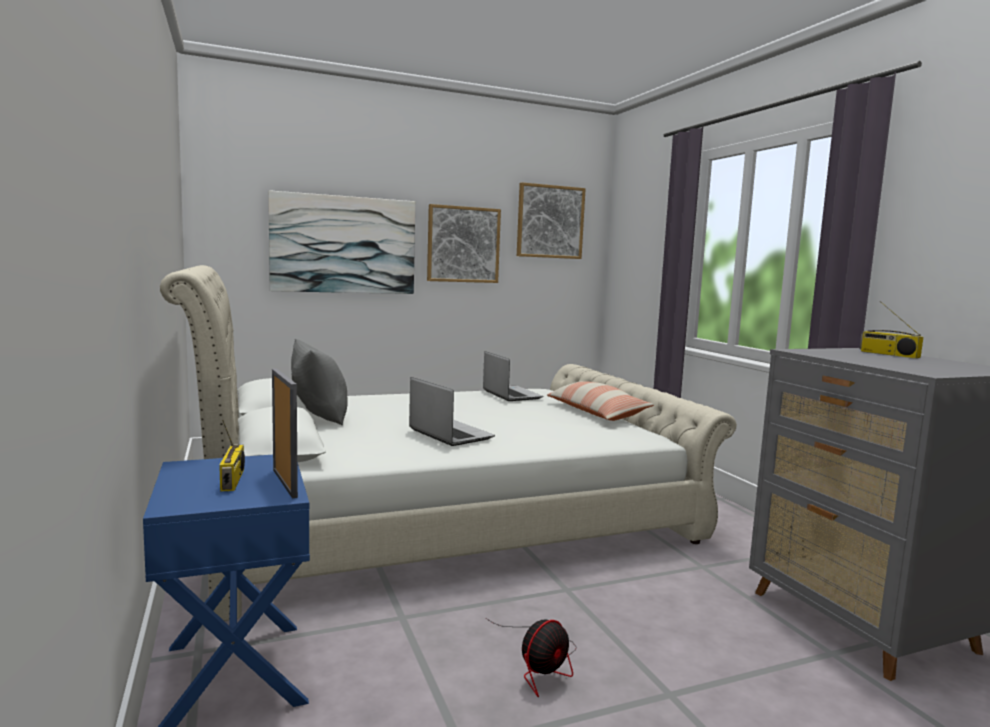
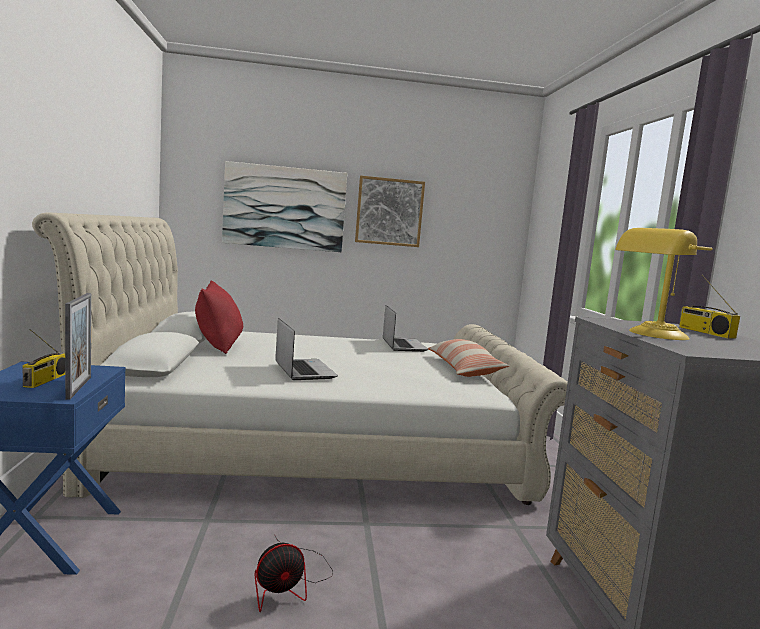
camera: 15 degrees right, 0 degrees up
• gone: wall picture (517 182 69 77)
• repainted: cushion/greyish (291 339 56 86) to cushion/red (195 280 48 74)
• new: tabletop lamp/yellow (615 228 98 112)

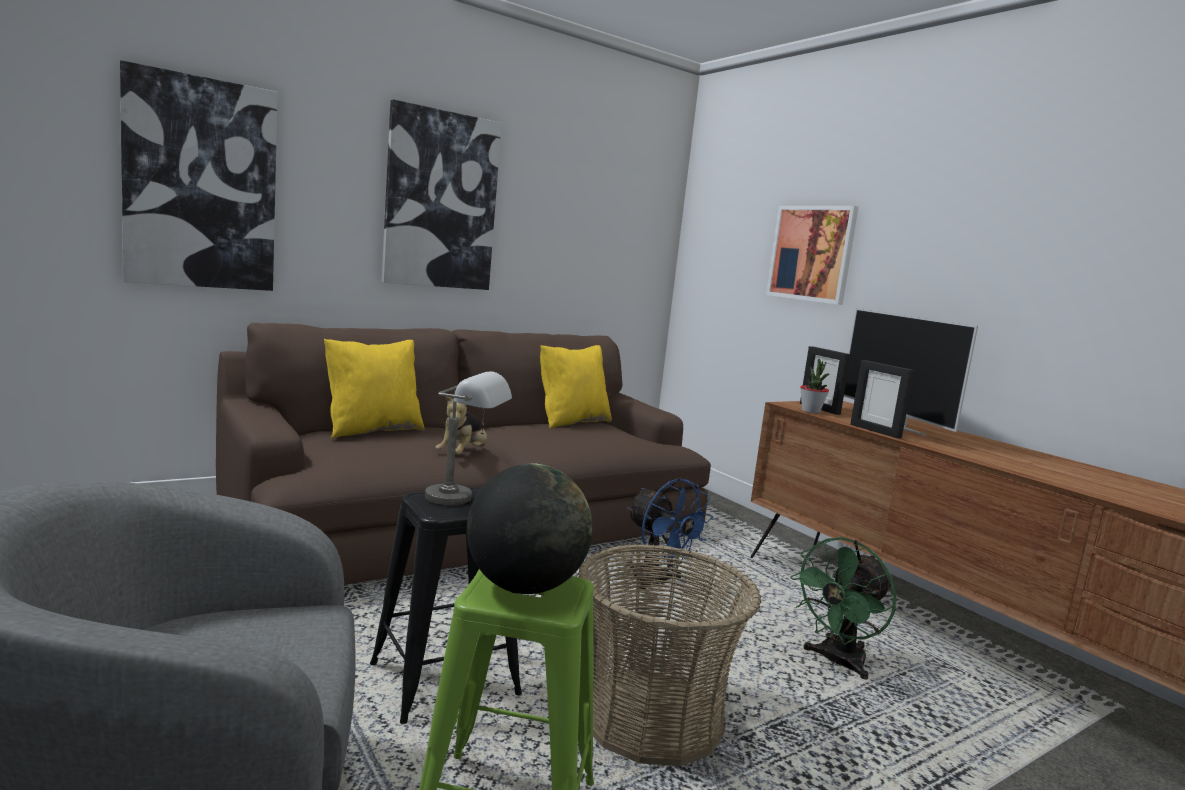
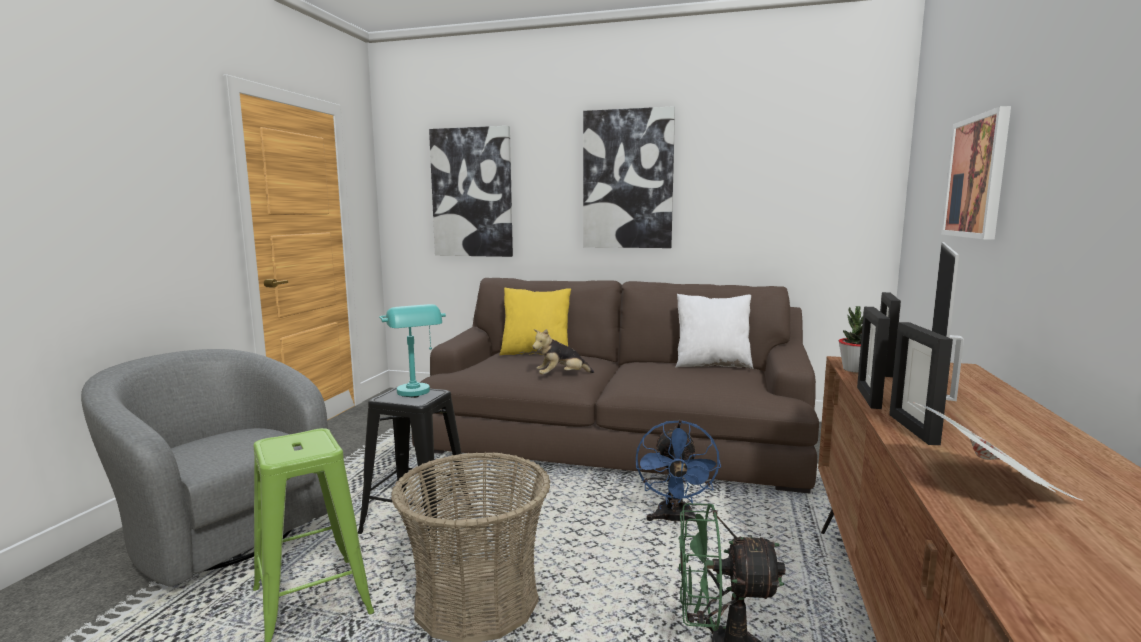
camera: 50 degrees right, 0 degrees up
• repainted: cushion/yellow (540 345 72 84) to cushion/white (675 294 79 75)
• repainted: tabletop lamp/greyish (425 372 87 133) to tabletop lamp/turquoise-coloured (379 304 67 93)
• gone: desk globe (467 463 126 131)
• new: photo frame (889 322 64 123)
• new: printed paper (912 402 172 99)

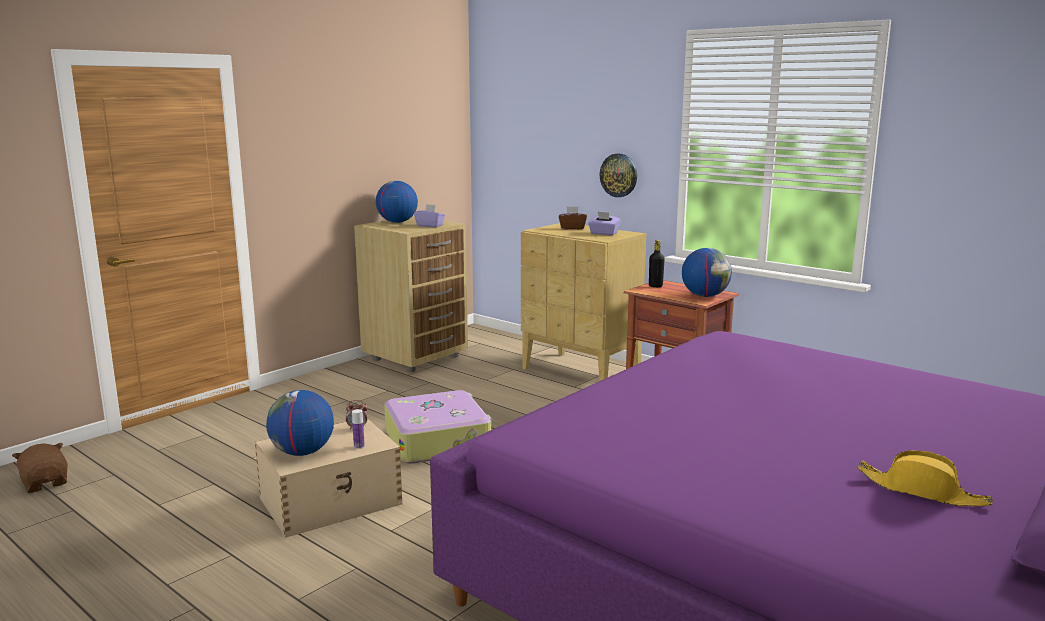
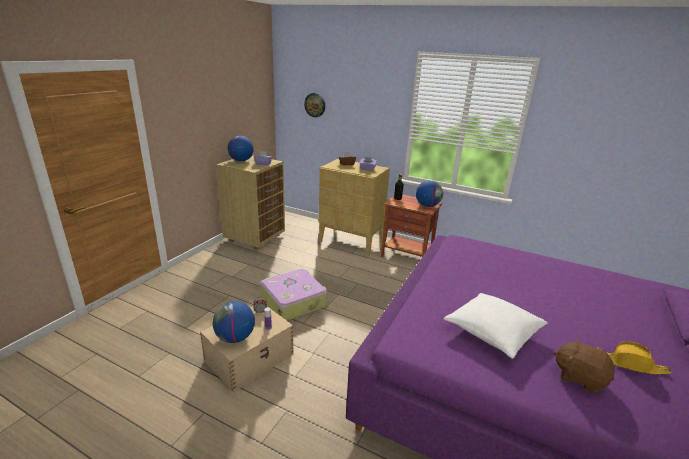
camera: 15 degrees left, 10 degrees up
• shifted: wall clock (600 154 37 43) to (304 93 21 24)
• shifted: soft toy/brown-coloured (12 443 55 50) to (554 338 61 55)
• new: cushion/white (443 293 105 66)

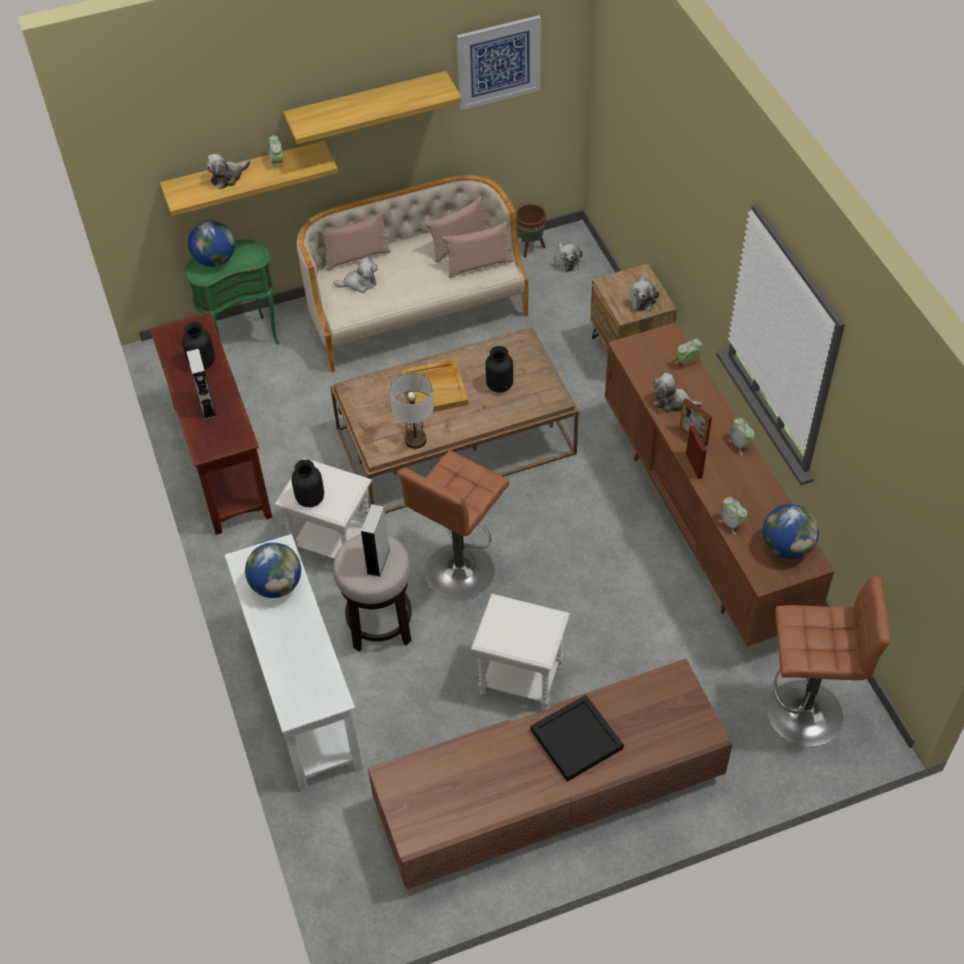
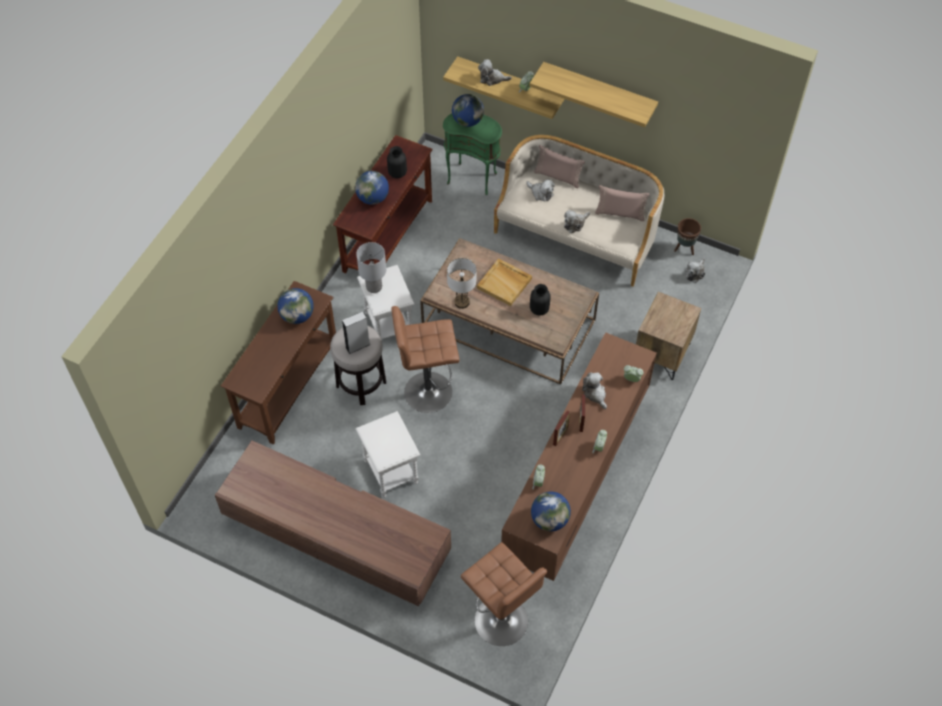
camera: 45 degrees right, 5 degrees up
• gone: wall picture (457 15 84 95)
• gone: cushion/beige (442 221 71 58)
• shifted: soft toy (628 276 31 35) to (564 210 26 23)
• swapped: audio speaker/greyish (186 349 30 70) to desk globe (355 171 34 34)
• swapped: flower vase/black-coloured (291 459 33 48) to tabletop lamp/greyish (356 242 30 51)
• repainted: narrow table/white (225 534 138 257) to narrow table/brown-coloured (221 281 115 164)
• gone: carrying tray/black-coloured (531 695 93 87)

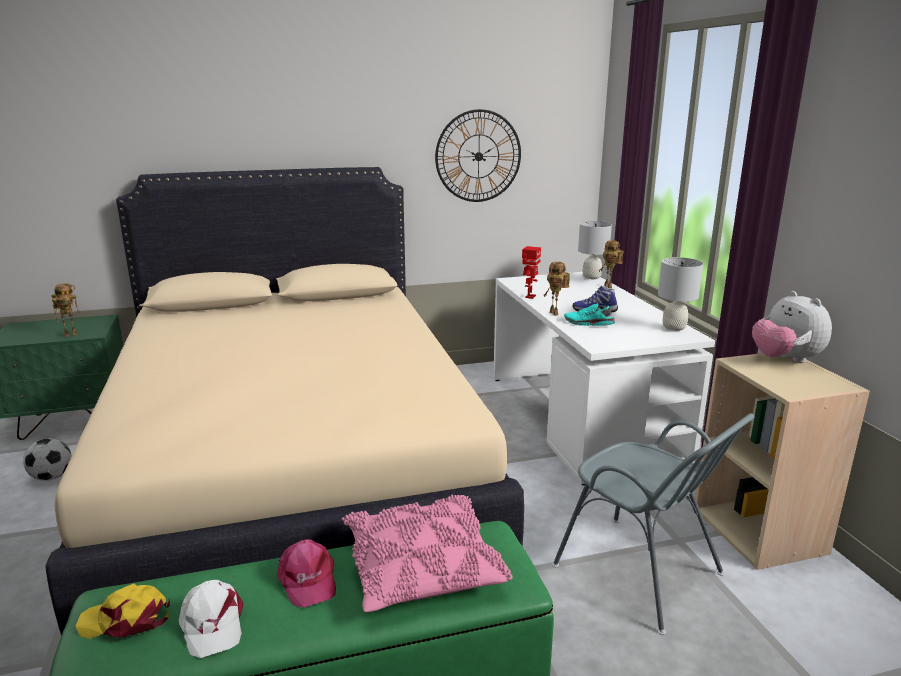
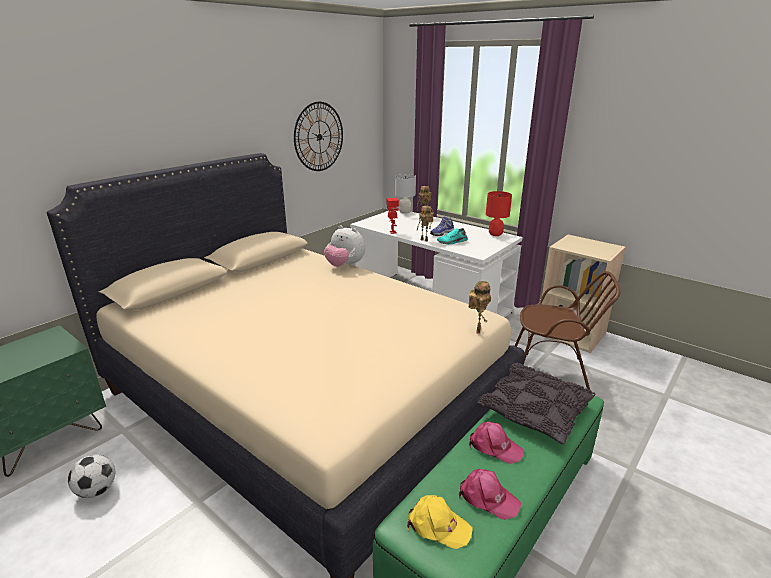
camera: 35 degrees left, 5 degrees up
• repainted: tabletop lamp/greyish (658 257 45 74) to tabletop lamp/red (486 191 26 45)
• shifted: model robot (51 283 29 54) to (468 281 23 53)
• shifted: soft toy (752 291 80 72) to (324 225 41 42)
• repainted: plain chair/greyish (552 413 202 222) to plain chair/brown-coloured (515 271 106 122)
• repainted: cushion/pinkish (342 495 171 117) to cushion/black-coloured (477 363 118 81)
• repainted: cap/white (179 580 64 78) to cap/pinkish (459 469 62 51)
• rotated: cap/yellow (75 583 95 56) = (407 495 66 54) 120 degrees counterclockwise

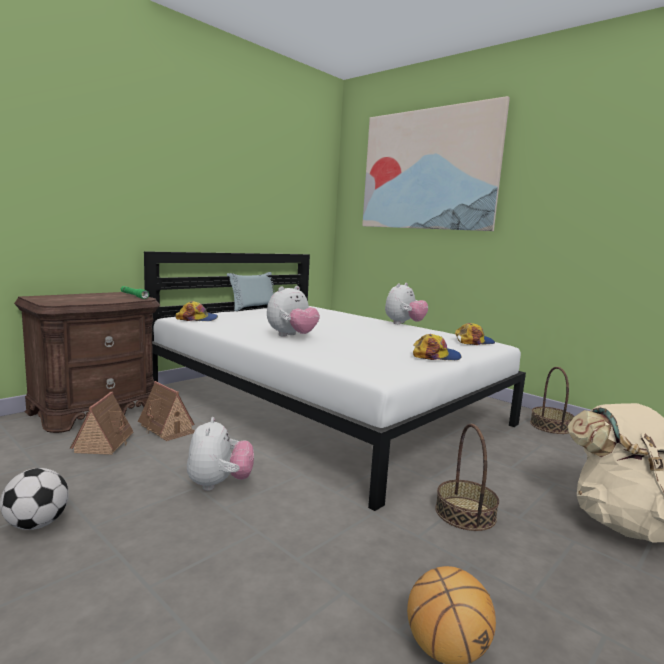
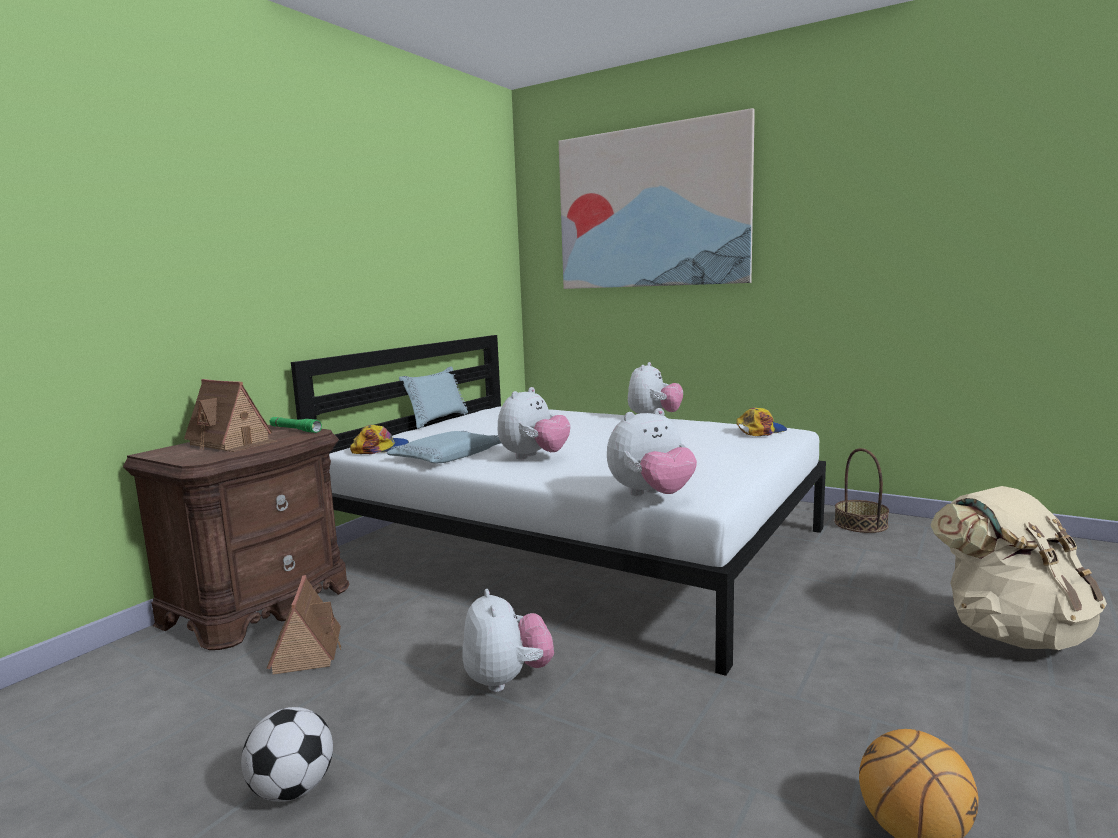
camera: 10 degrees left, 0 degrees up
• gone: cap (413 334 48 26)
• shifted: model house (138 381 57 60) to (184 379 94 73)
• gone: basket (435 424 64 107)
• new: soft toy (607 408 90 88)
• new: cushion/blue-coloured (387 431 114 32)

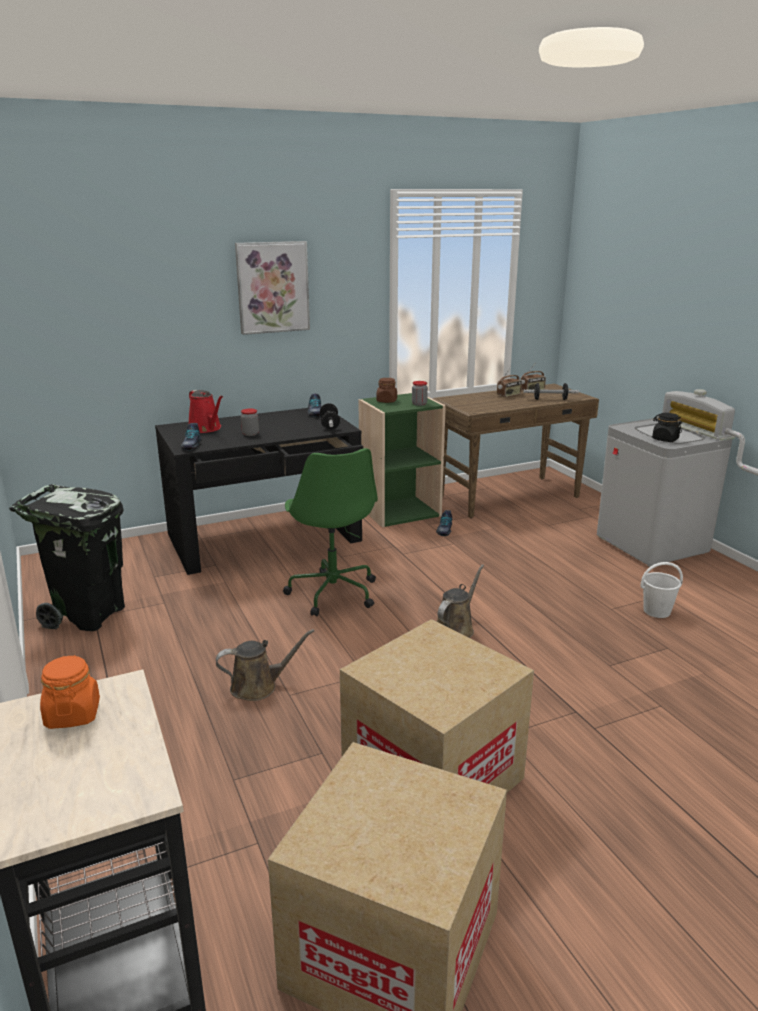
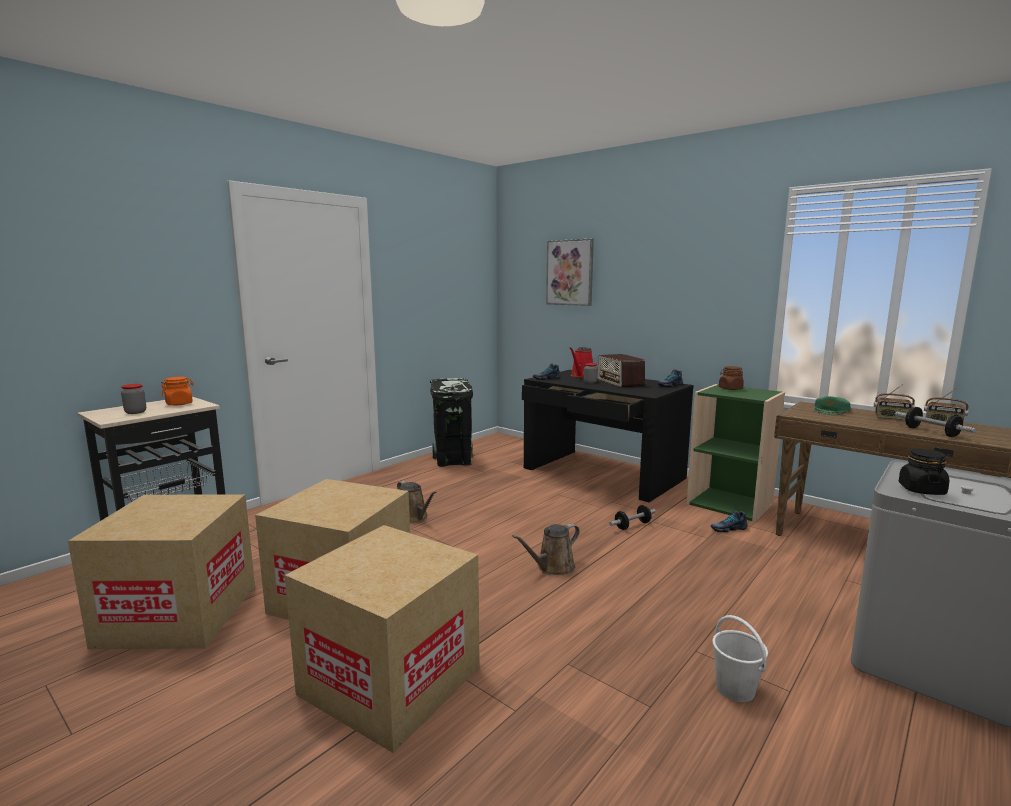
camera: 65 degrees right, 10 degrees down
• shifted: wall picture (235 241 75 94) to (546 239 48 67)
• shifted: jar (412 381 16 25) to (121 384 25 30)
• shifted: free weight (320 403 20 27) to (609 505 47 25)
• gone: computer chair/green (283 448 95 168)
• rotated: sprinkling can/brown-coloured (437 564 47 74) = (512 523 68 52) 135 degrees clockwise
• new: radio set (597 354 48 33)
• new: cap/green (814 396 37 19)
• new: cardboard box (285 525 195 228)

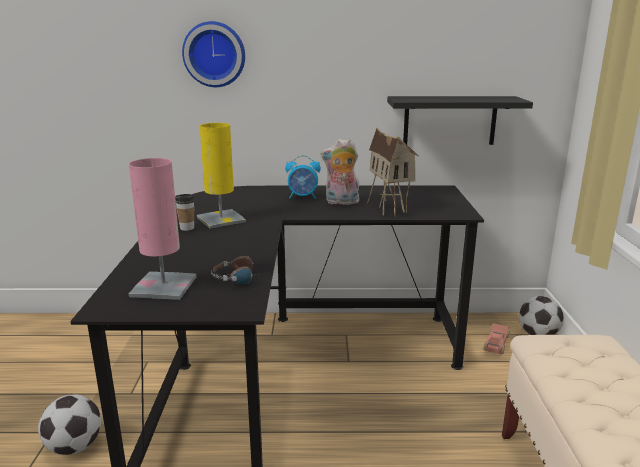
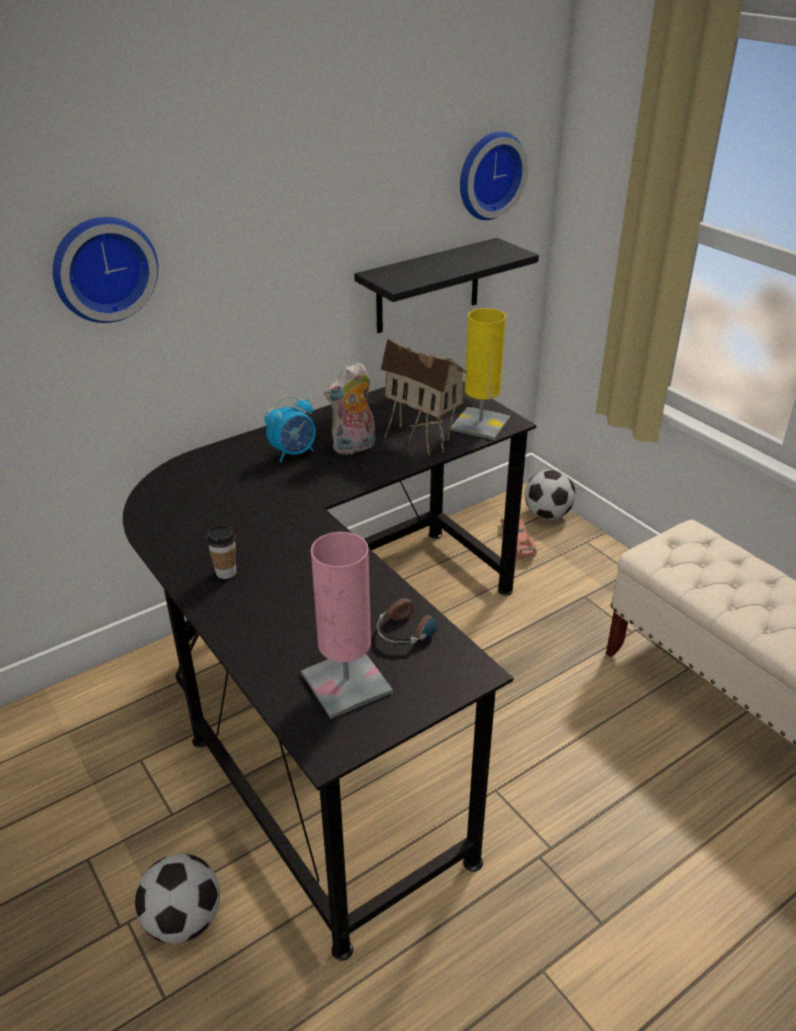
camera: 35 degrees left, 15 degrees up
• shifted: tabletop lamp/yellow (197 123 49 106) to (451 308 59 132)
• new: wall clock (460 132 68 88)

